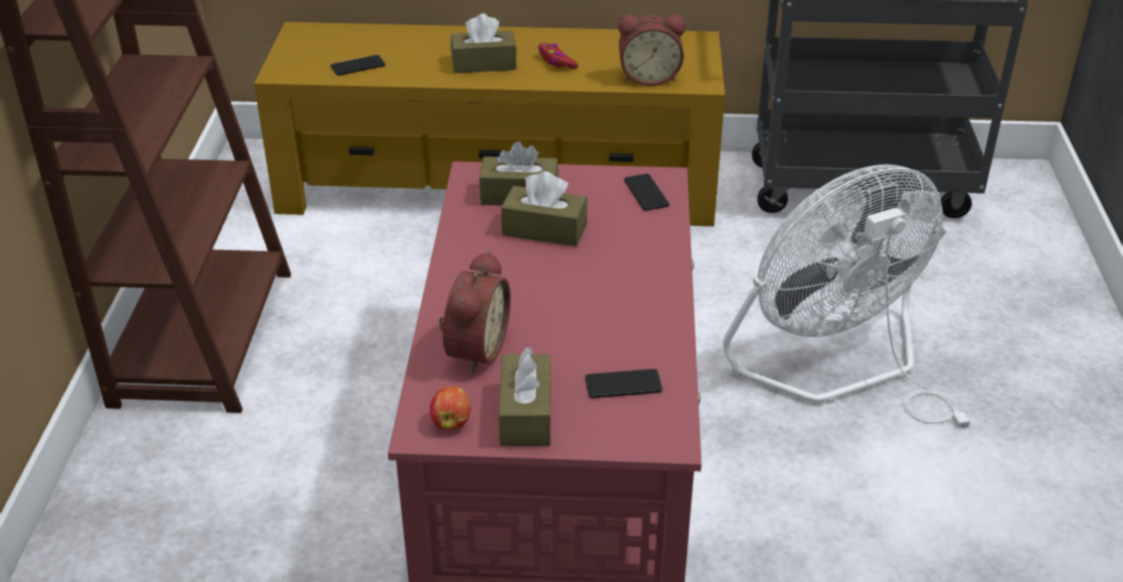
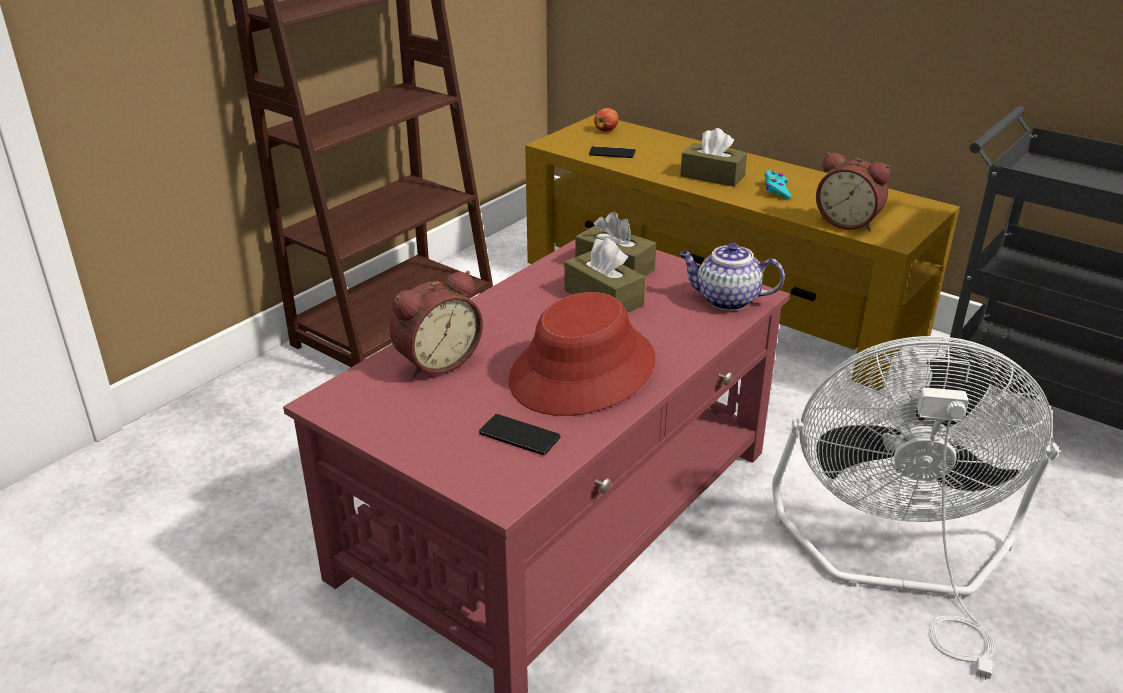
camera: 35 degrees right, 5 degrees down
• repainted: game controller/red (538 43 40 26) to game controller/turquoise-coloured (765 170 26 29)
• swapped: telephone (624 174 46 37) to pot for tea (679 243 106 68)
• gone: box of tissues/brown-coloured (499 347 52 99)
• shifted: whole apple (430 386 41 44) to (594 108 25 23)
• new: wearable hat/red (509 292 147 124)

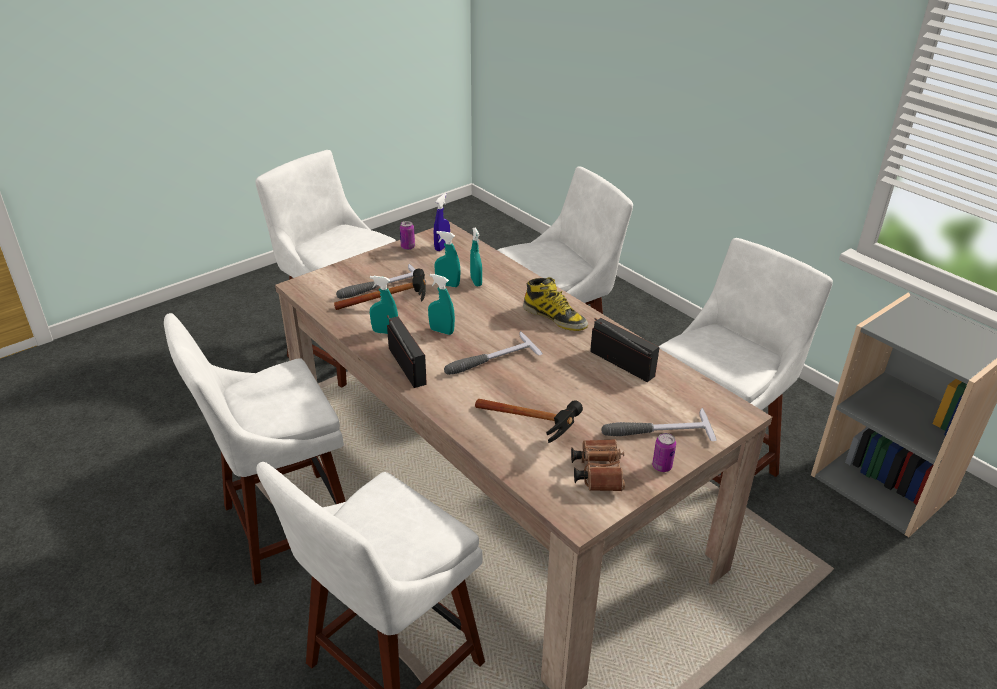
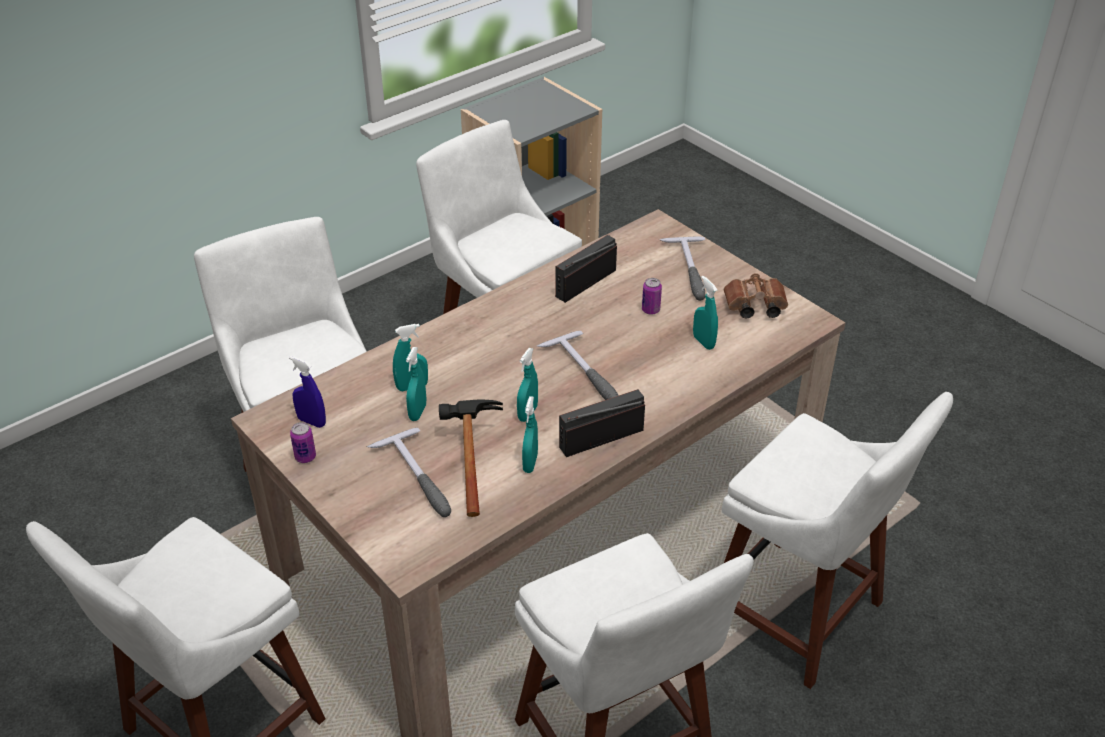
camera: 90 degrees left, 5 degrees up
• gone: tall boot (523 277 65 54)
• swapped: hand hammer (475 399 108 44) to hand sprayer/turquoise-coloured (693 276 25 74)
• shifted: sealed can (652 433 24 39) to (642 278 20 37)

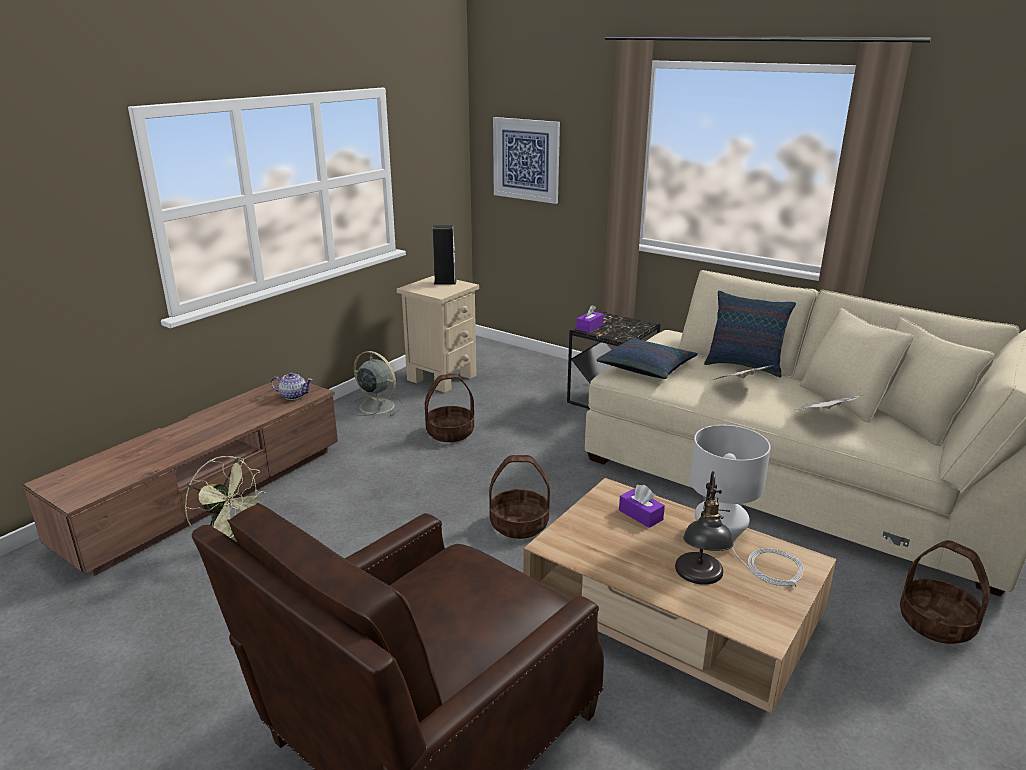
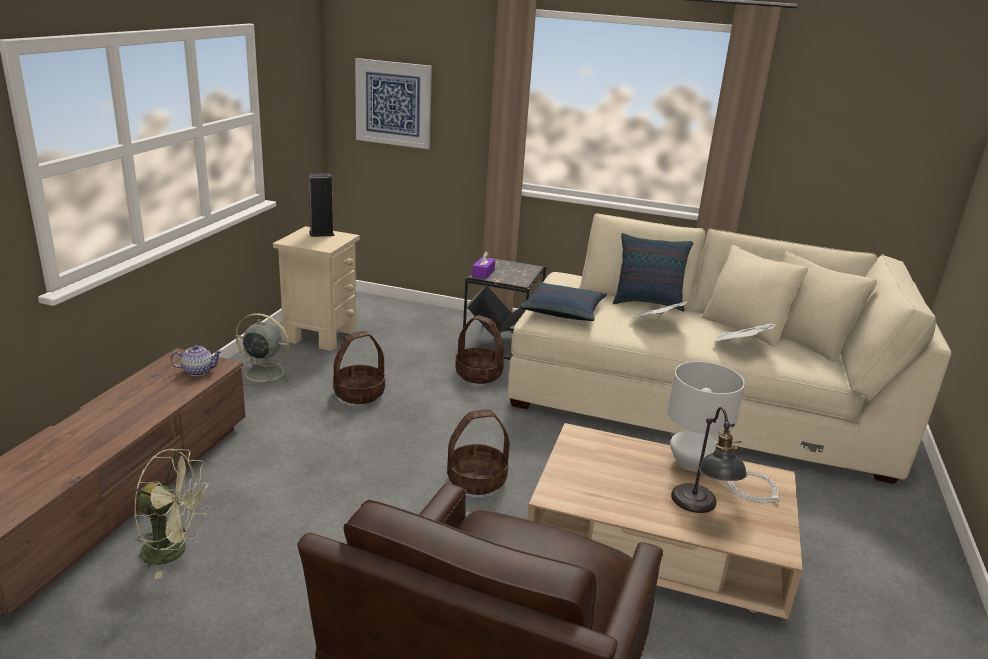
camera: 20 degrees left, 0 degrees up
• gone: box of tissues/purple-coloured (619 485 46 43)
• shifted: basket (900 540 90 104) to (455 315 49 69)

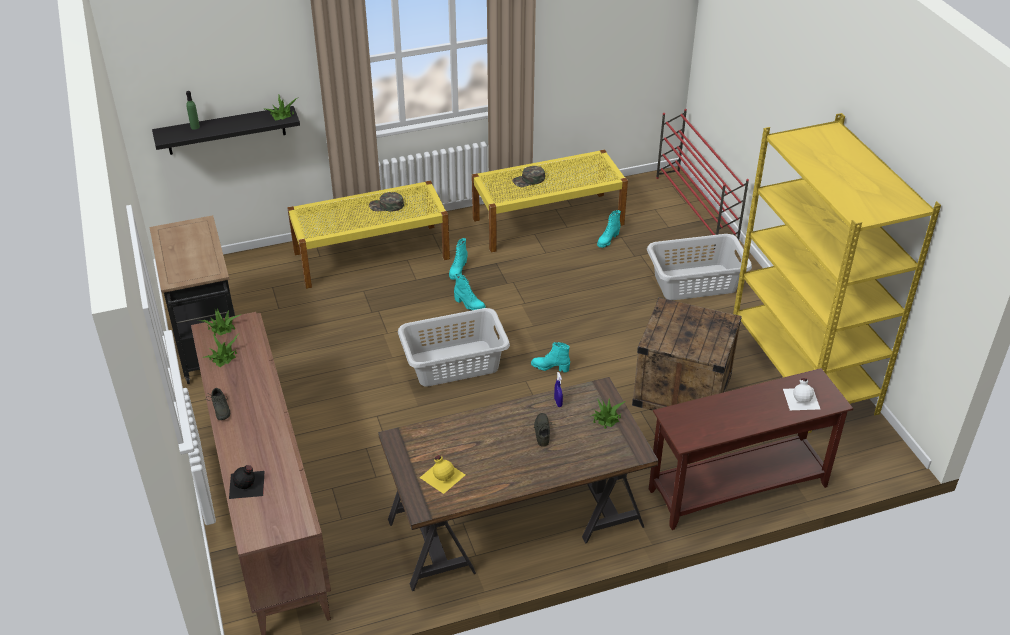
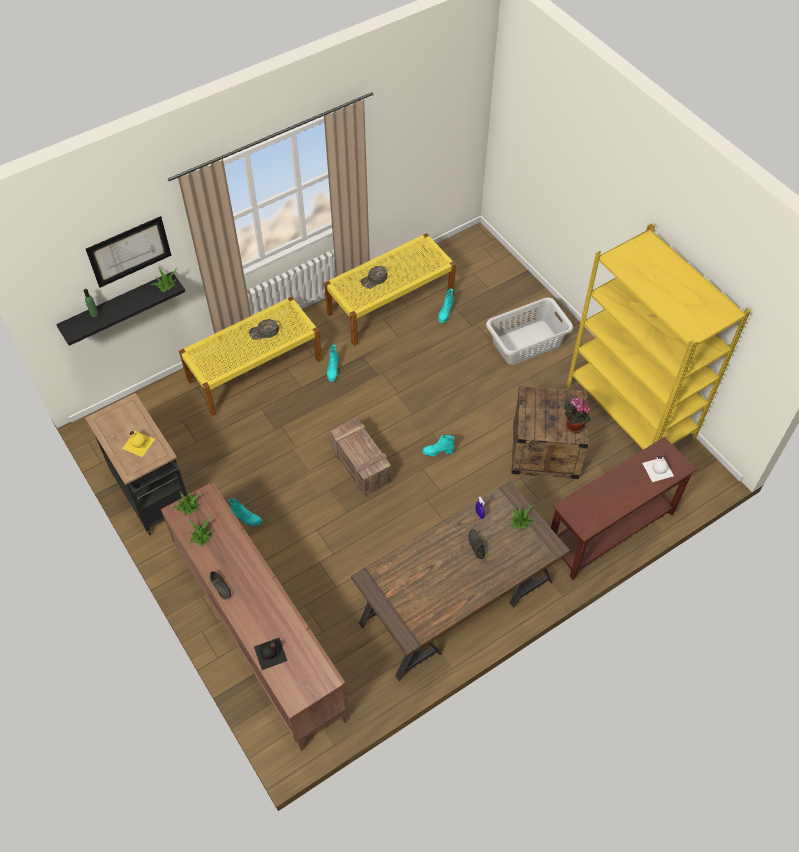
camera: 15 degrees left, 15 degrees up
• gone: shoe shelf/red (656 109 93 143)
• shifted: tall boot/turquoise-coloured (454 274 32 37) to (229 499 33 27)
• swapped: washing basket/greyish (398 308 112 79) to shipping crate (330 418 61 77)
• shifted: bottle/yellow (420 455 45 39) to (122 431 33 26)
• new: wall picture (86 216 85 72)
• new: plant in a pot (564 397 27 36)

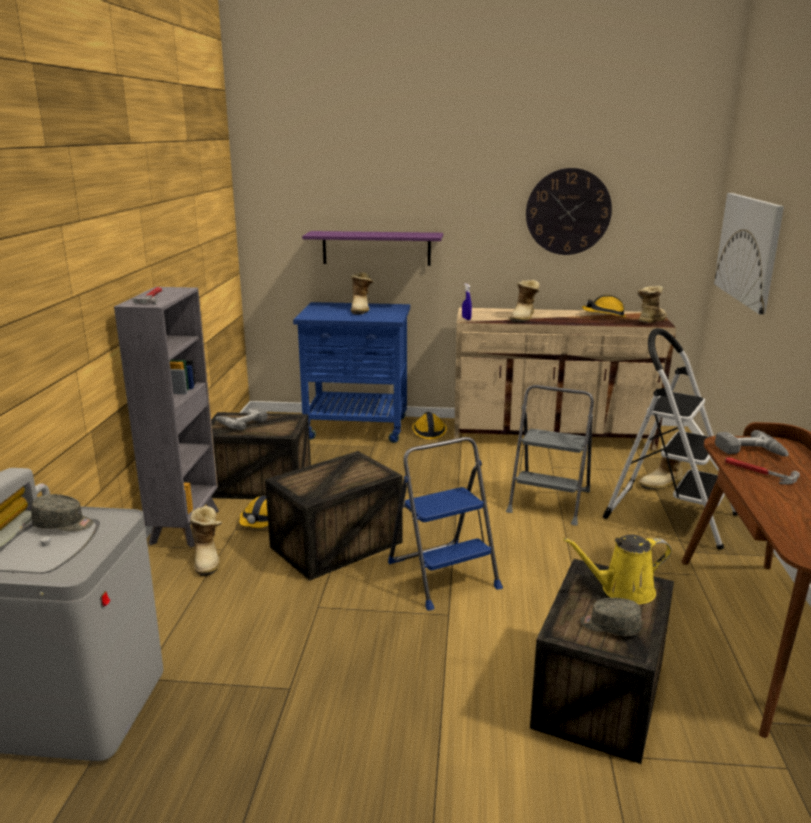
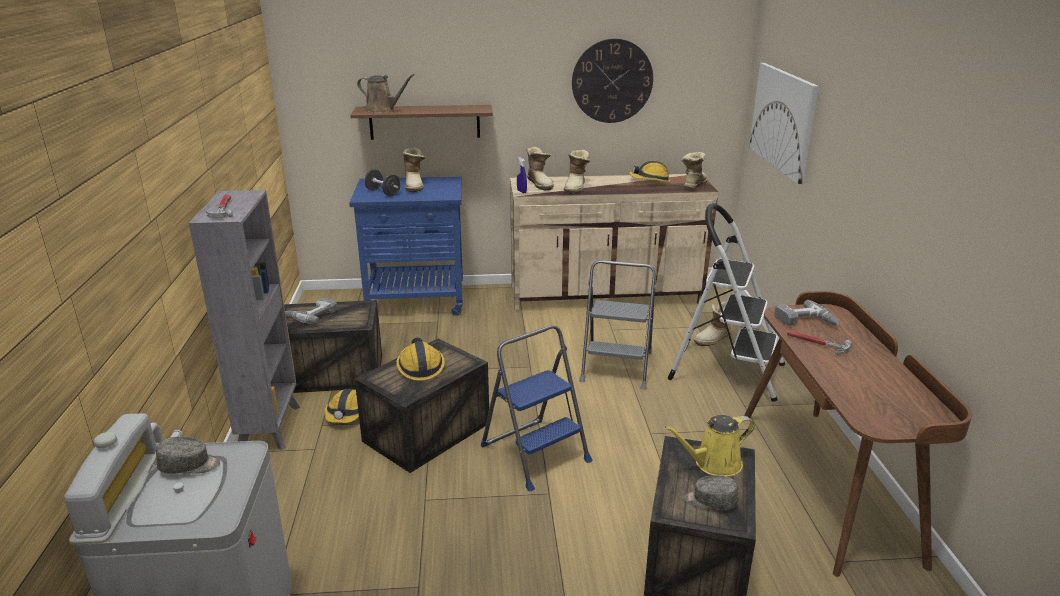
camera: 10 degrees left, 5 degrees up
• repainted: shelf/purple-coloured (302 231 141 35) to shelf/brown-coloured (350 105 143 35)
• shifted: safety helmet (412 412 35 27) to (396 338 49 43)
• shifted: tall boot (190 506 32 70) to (526 147 28 44)
• new: sprinkling can/brown-coloured (357 74 58 39)
• new: free weight/black-coloured (364 169 37 27)

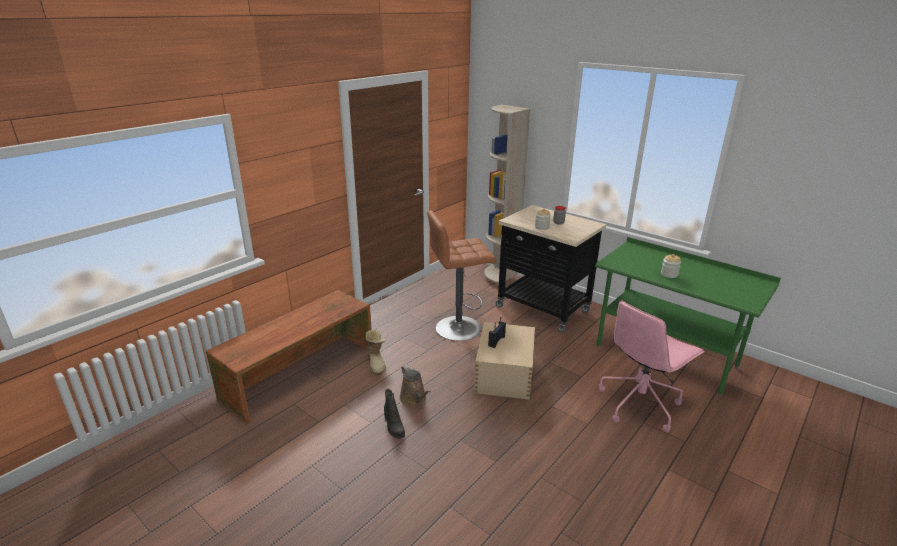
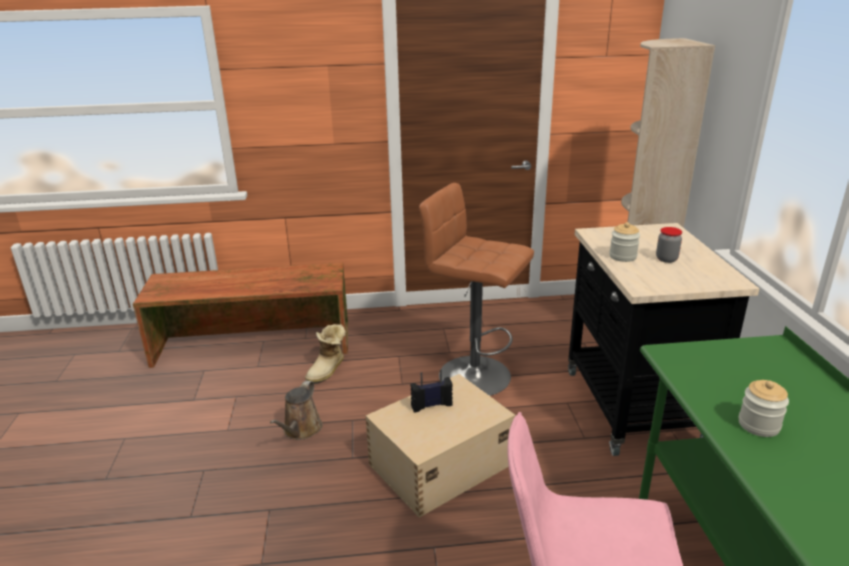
camera: 45 degrees right, 0 degrees up
• gone: tall boot/black-coloured (384 389 21 50)

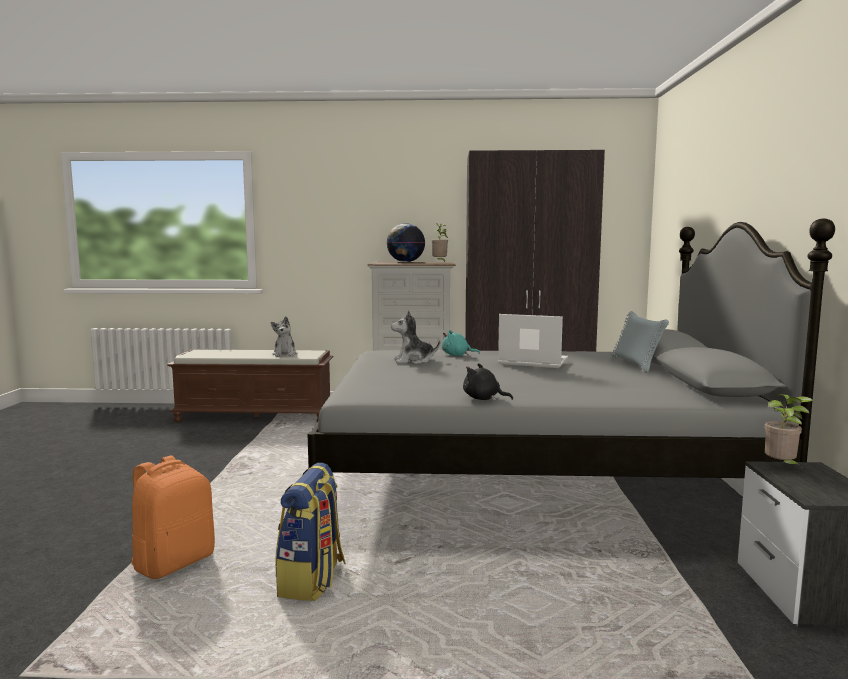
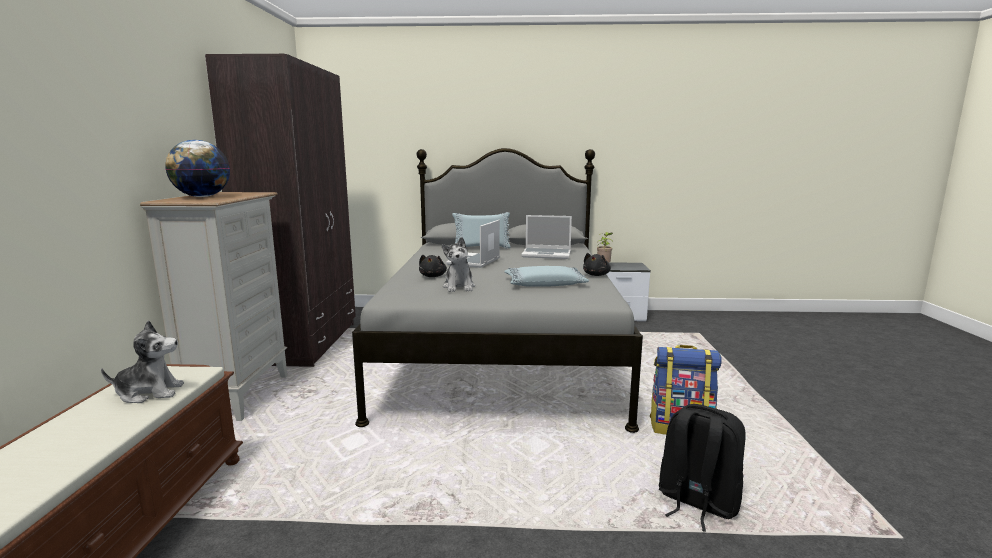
camera: 90 degrees left, 5 degrees up
• gone: plant in a pot (431 223 18 39)
• repainted: soft toy/turquoise-coloured (442 330 38 26) to soft toy/black-coloured (419 255 28 22)
• repainted: rucksack/orange (132 455 83 124) to rucksack/black-coloured (659 404 87 128)
• new: portable computer (521 215 51 44)
• new: cushion/blue-coloured (504 266 85 21)

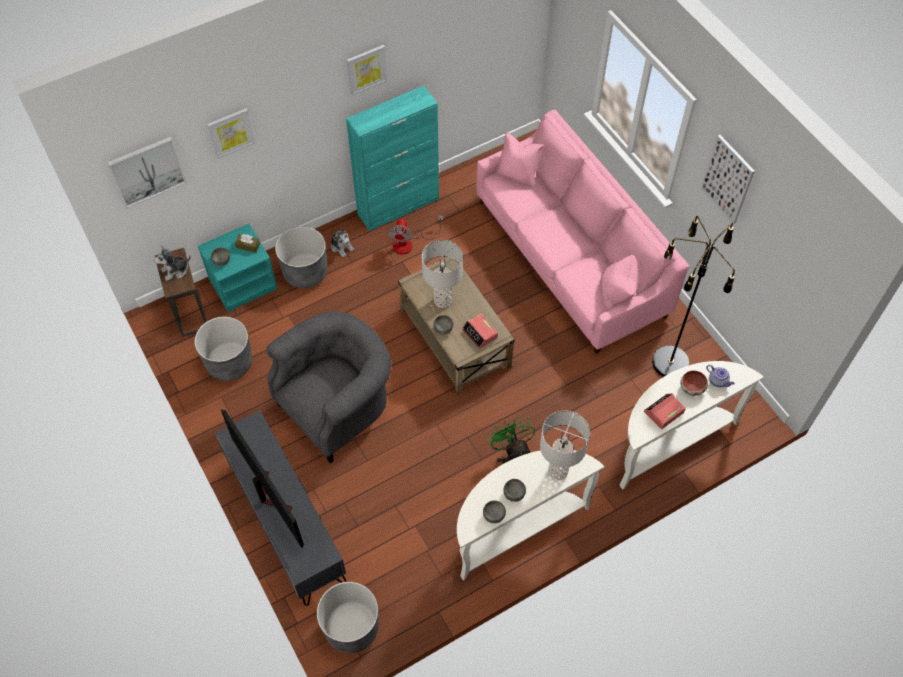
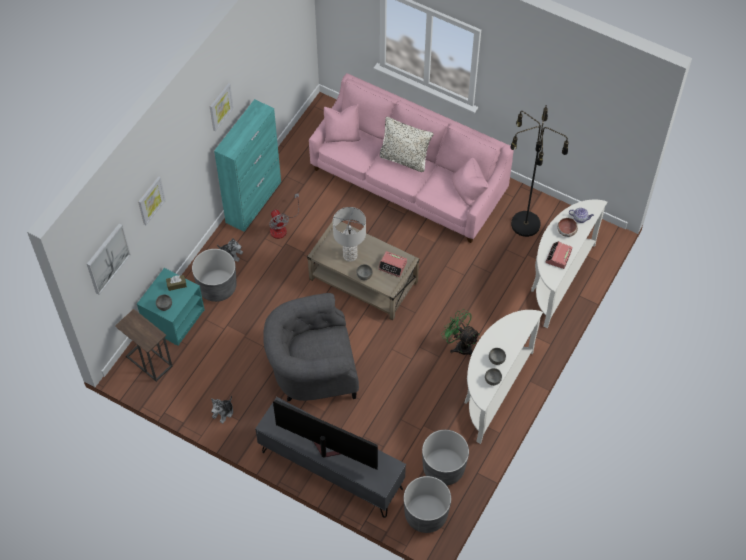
camera: 30 degrees left, 0 degrees up
• gone: wall picture (701 135 54 89)
• shifted: soft toy (154 245 37 36) to (211 395 22 29)
• rotated: armchair/greyish (266 311 125 152) = (263 293 96 108) 120 degrees counterclockwise
• shifted: flower pot/greyish (195 317 57 64) to (422 430 47 55)
• gone: tabletop lamp/white (540 411 50 69)
• new: cushion/beige (380 117 54 55)

